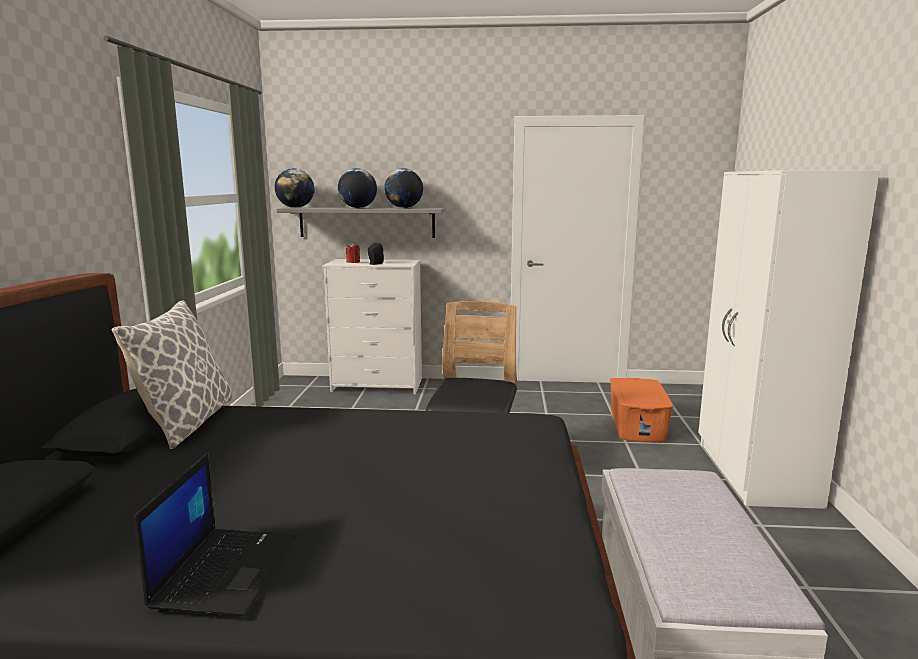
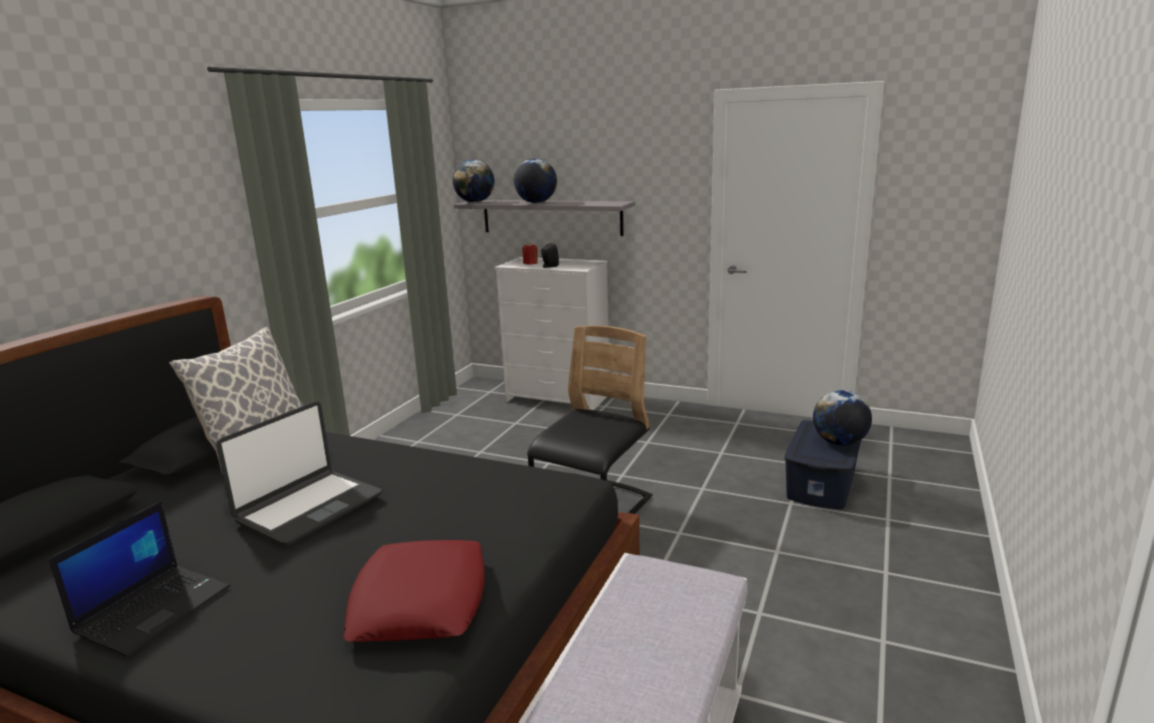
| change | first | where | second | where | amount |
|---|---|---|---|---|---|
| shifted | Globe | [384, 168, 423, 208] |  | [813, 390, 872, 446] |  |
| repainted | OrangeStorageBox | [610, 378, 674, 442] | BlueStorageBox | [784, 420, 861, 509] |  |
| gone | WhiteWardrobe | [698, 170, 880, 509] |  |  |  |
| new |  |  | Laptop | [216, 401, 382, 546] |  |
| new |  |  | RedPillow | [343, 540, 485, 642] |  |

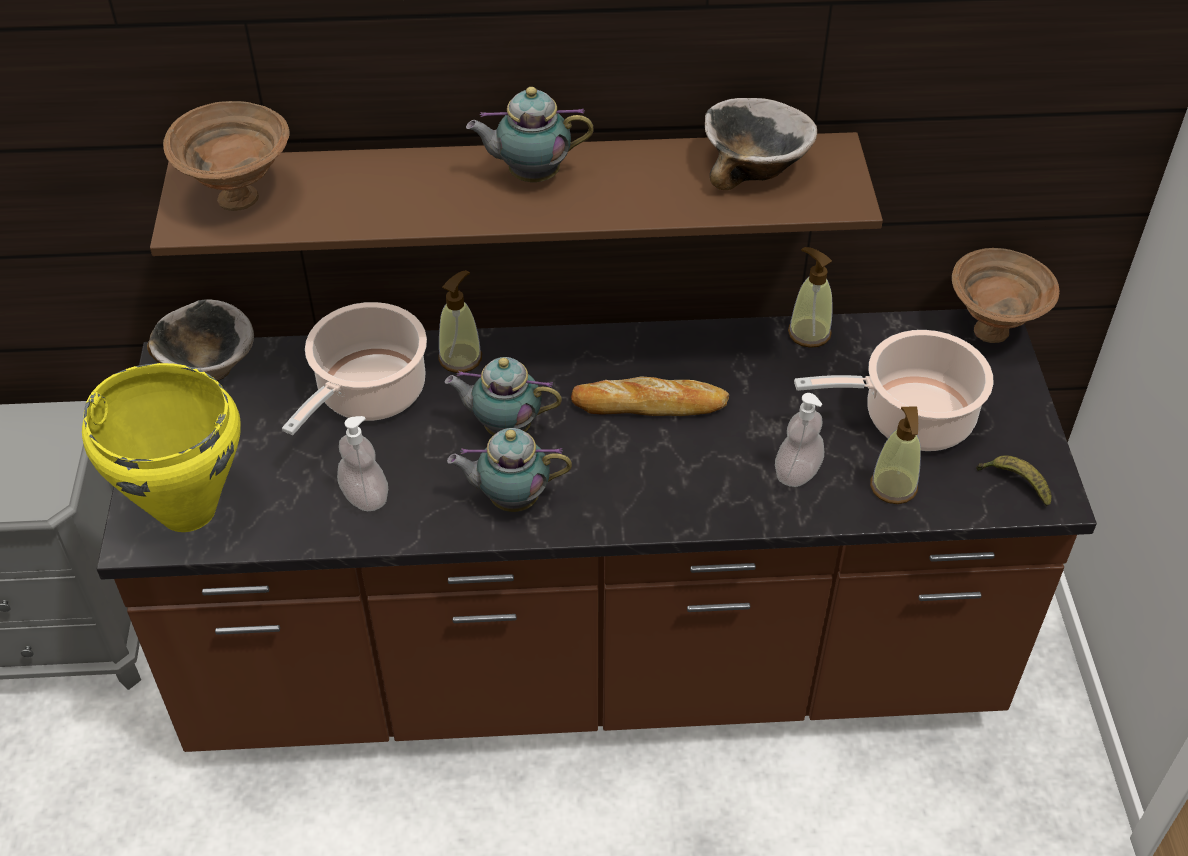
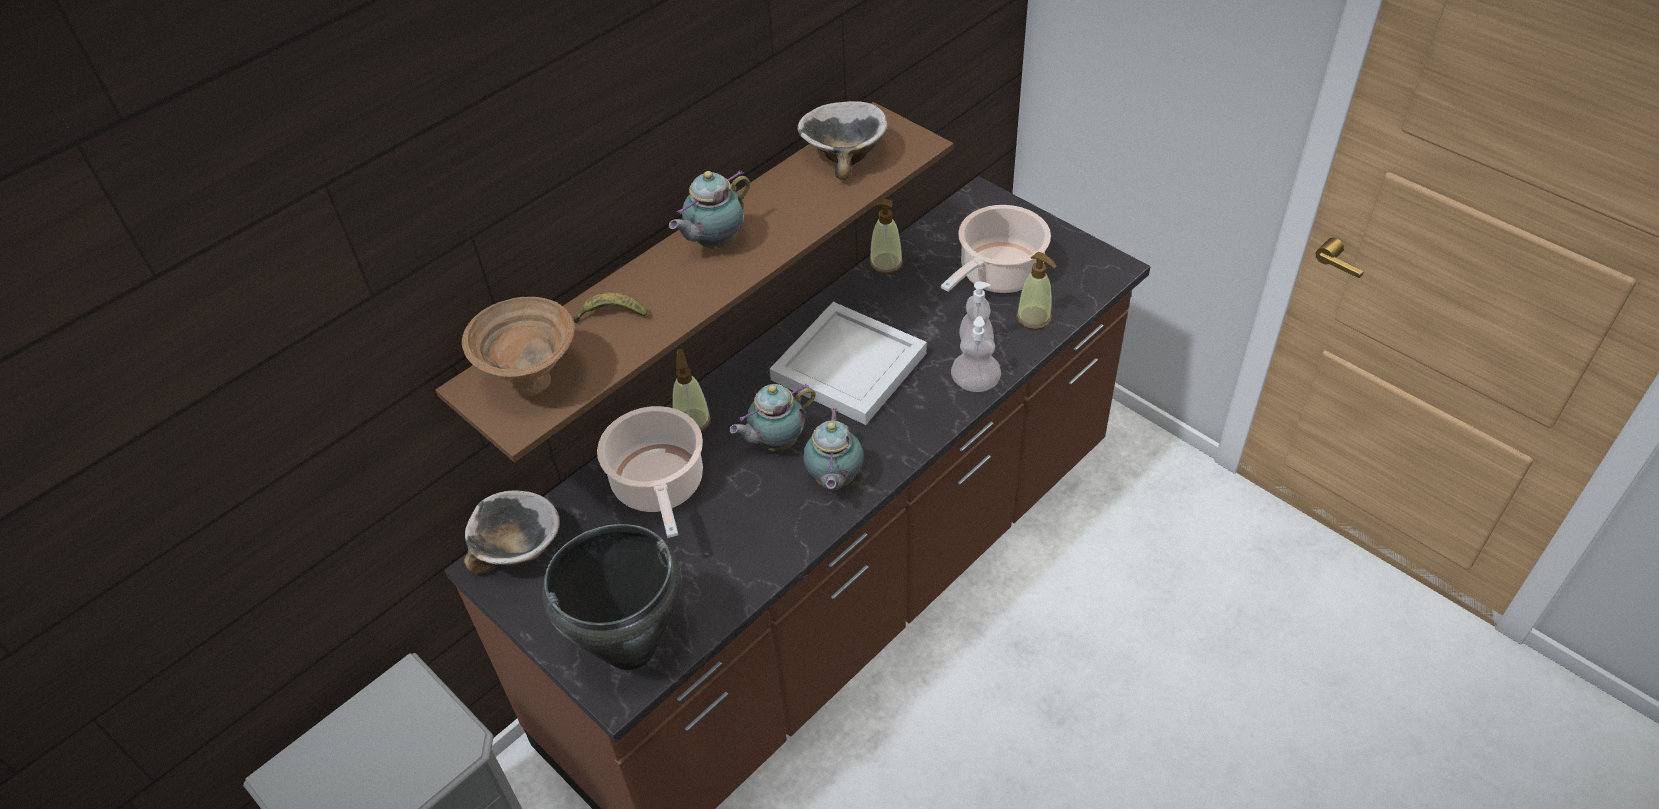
| change | first | where | second | where | amount |
|---|---|---|---|---|---|
| repainted | YellowCookingPot | [82, 363, 241, 532] | BlackCookingPot | [542, 524, 681, 670] |  |
| shifted | SoapDispenser | [337, 416, 388, 511] |  | [951, 316, 1001, 392] |  |
| rotated | Teapot | [447, 428, 572, 512] |  | [803, 408, 864, 491] | 45 degrees counterclockwise |
| swapped | Bread | [571, 376, 729, 416] | WhiteTray | [770, 302, 927, 425] |  |
| gone | BrownBowl | [952, 248, 1059, 343] |  |  |  |
| shifted | Banana | [976, 455, 1051, 507] |  | [573, 292, 647, 323] |  |

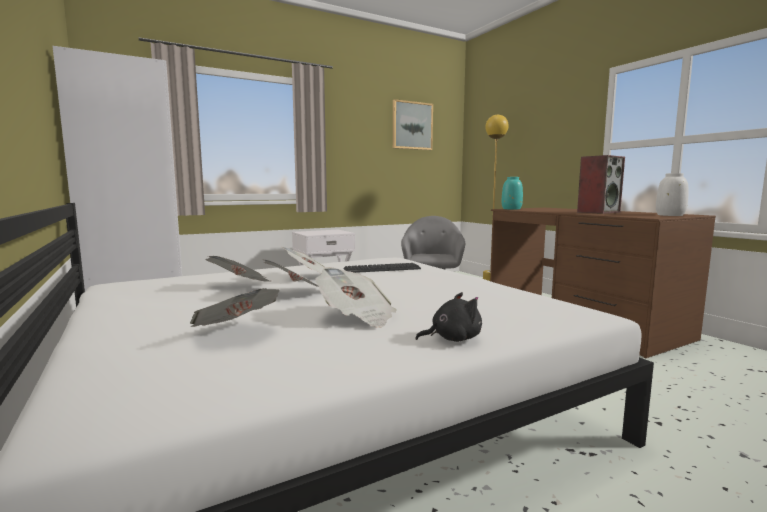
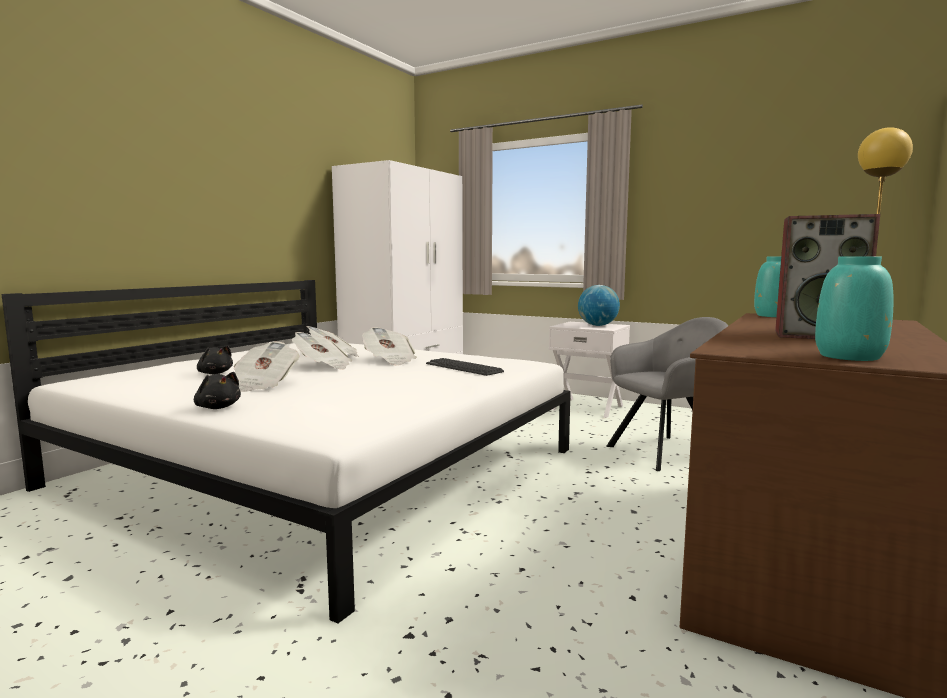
| change | first | where | second | where | amount |
|---|---|---|---|---|---|
| swapped | Newspaper | [190, 288, 280, 327] | BlackPlushToy | [197, 346, 233, 374] |  |
| gone | Picture | [393, 99, 433, 150] |  |  |  |
| repainted | WhiteVase | [656, 173, 689, 216] | TurquoiseVase | [815, 256, 894, 361] |  |
| new |  |  | Globe | [578, 285, 620, 326] |  |

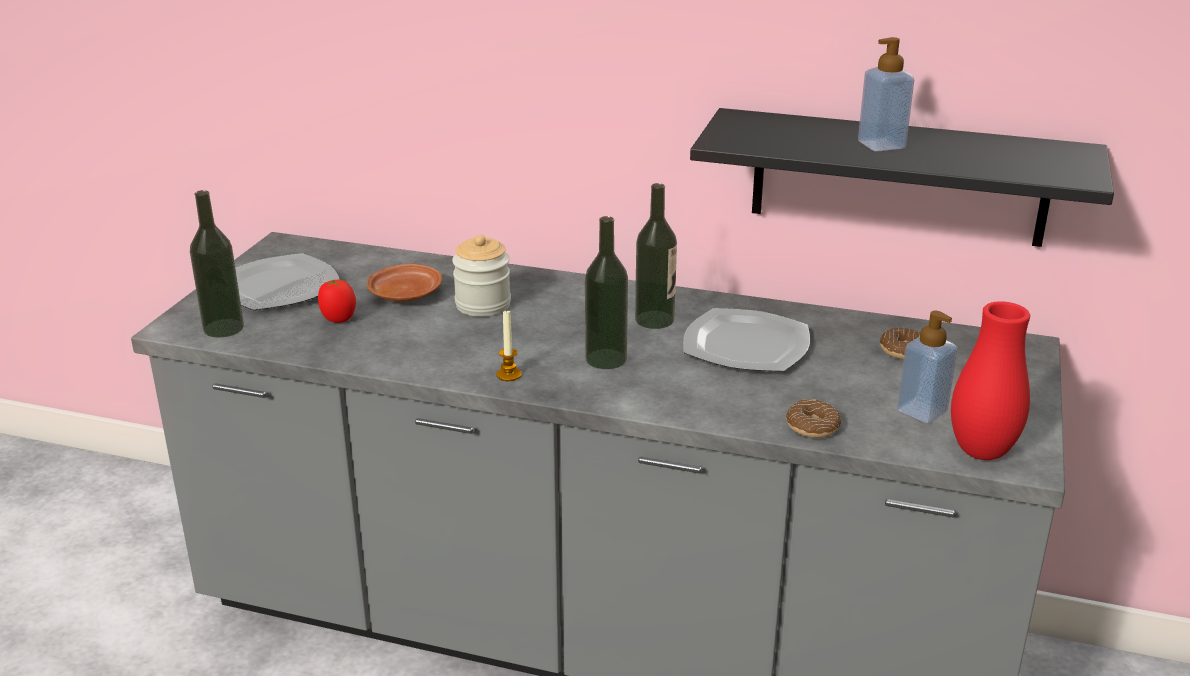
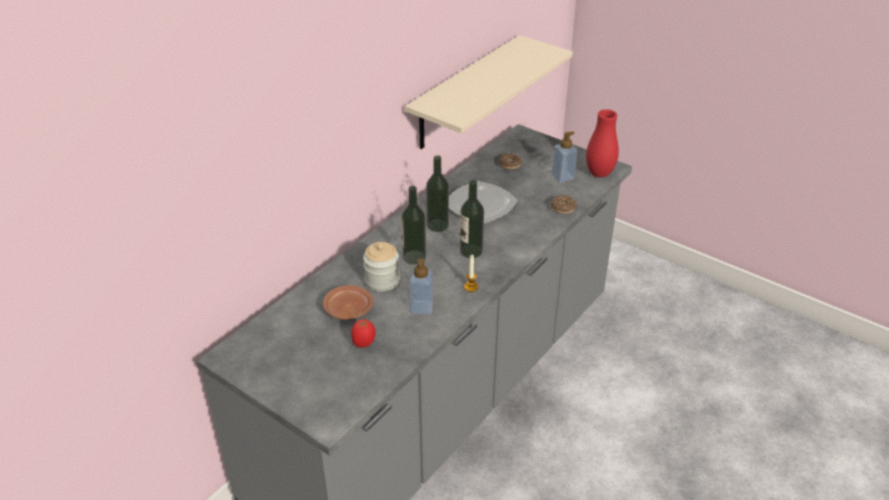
| change | first | where | second | where | amount |
|---|---|---|---|---|---|
| shifted | Bottle | [190, 190, 244, 338] |  | [401, 186, 426, 265] |  |
| gone | Plate | [235, 253, 340, 310] |  |  |  |
| repainted | BlackShelf | [690, 108, 1114, 247] | BeigeShelf | [405, 35, 573, 149] |  |
| shifted | SoapDispenser | [858, 37, 914, 152] |  | [409, 258, 433, 315] |  |

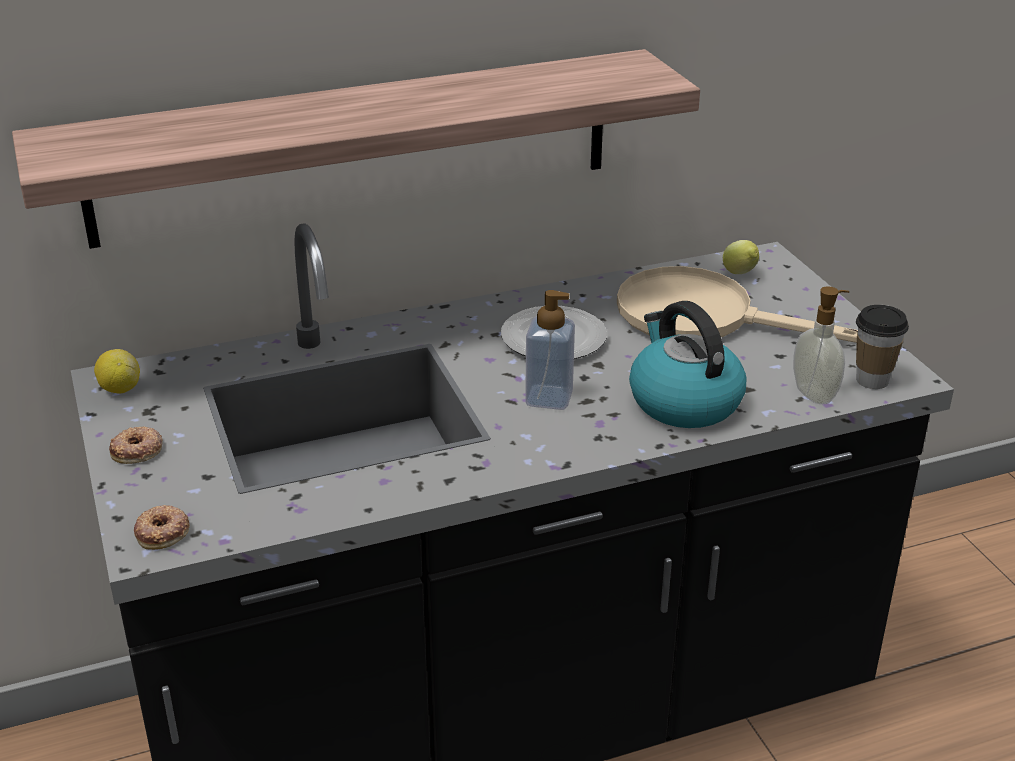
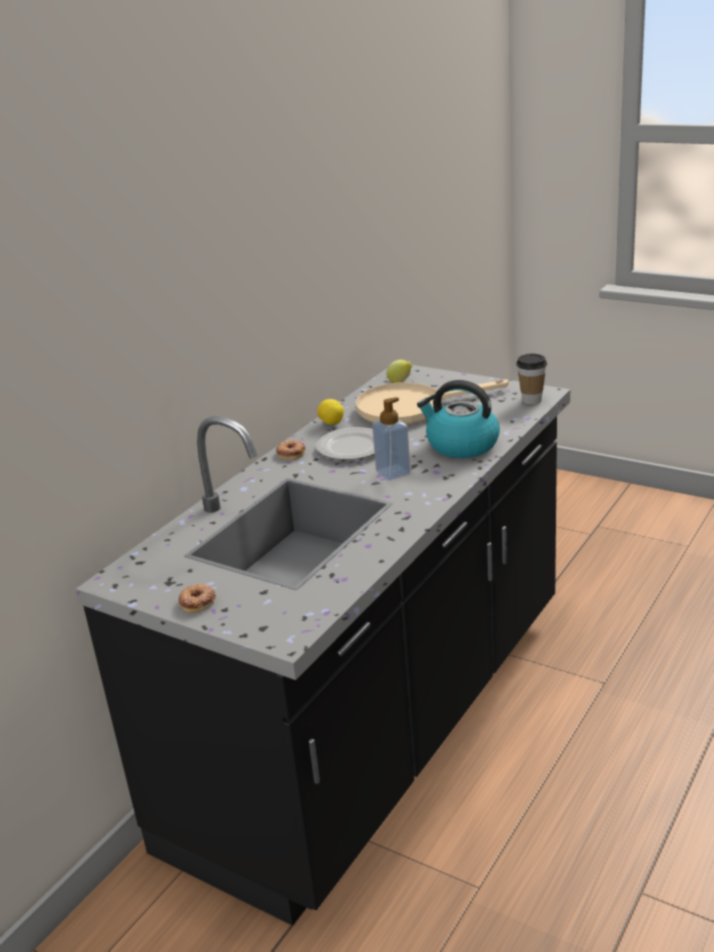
| change | first | where | second | where | amount |
|---|---|---|---|---|---|
| gone | Shelf | [12, 49, 700, 249] |  |  |  |
| shifted | Lemon | [94, 349, 140, 394] |  | [317, 399, 344, 425] |  |
| shifted | Donut | [134, 505, 190, 550] |  | [276, 440, 306, 460] |  |
| gone | SoapDispenser | [793, 286, 849, 404] |  |  |  |

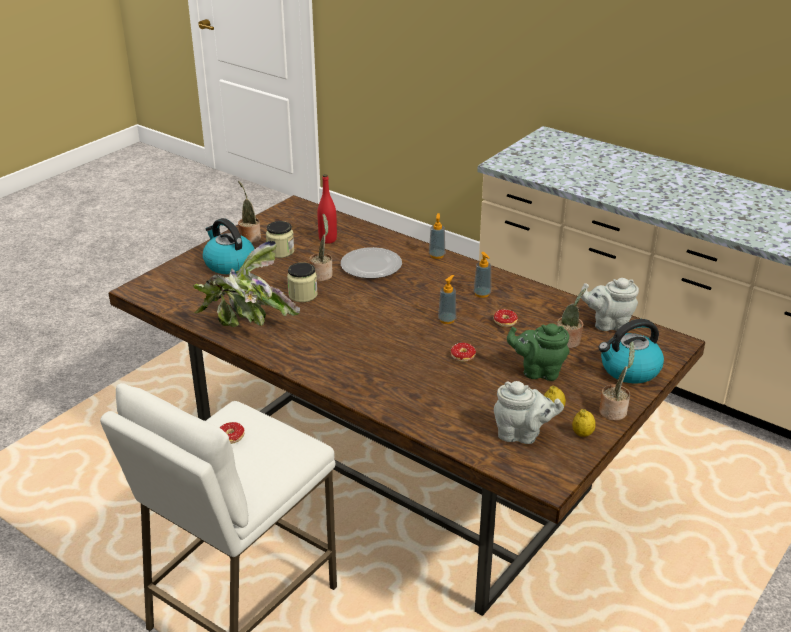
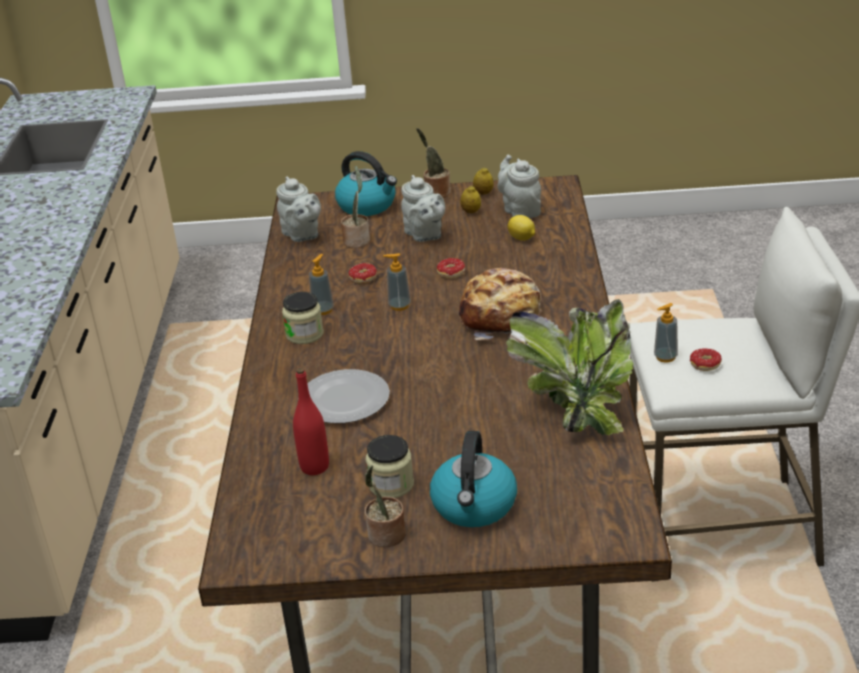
| change | first | where | second | where | amount |
|---|---|---|---|---|---|
| shifted | Jar | [287, 262, 318, 302] |  | [282, 292, 324, 344] |  |
| gone | PottedPlant | [309, 213, 333, 281] |  |  |  |
| shifted | SoapDispenser | [429, 213, 445, 259] |  | [654, 303, 678, 362] |  |
| repainted | GreenTeapot | [507, 323, 570, 381] | GreyTeapot | [401, 175, 445, 242] |  |
| new |  |  | Bread | [459, 268, 542, 340] |  |
| new |  |  | Lemon | [508, 215, 535, 240] |  |

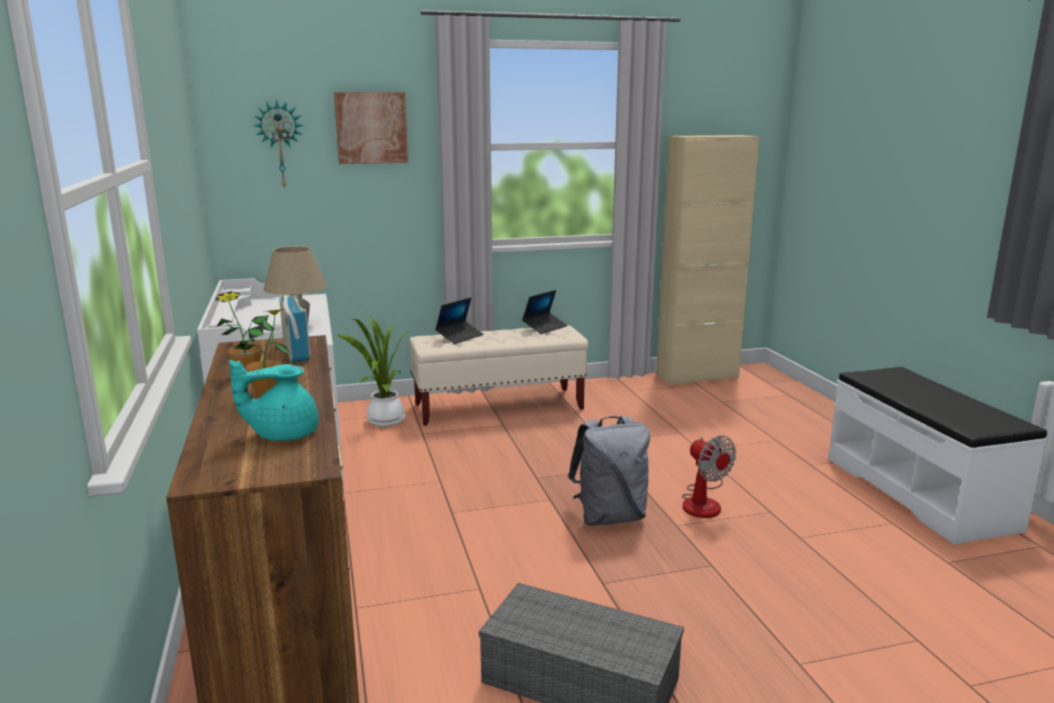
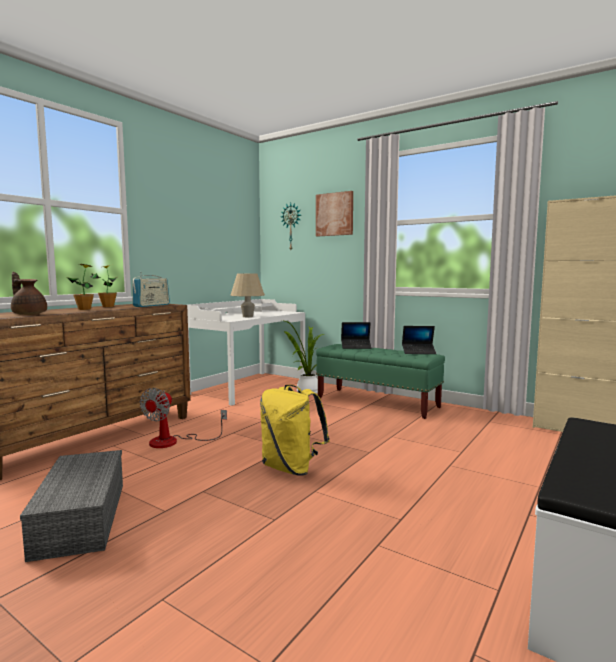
| change | first | where | second | where | amount |
|---|---|---|---|---|---|
| repainted | TurquoiseTeapot | [229, 360, 319, 441] | BrownTeapot | [11, 272, 47, 315] |  |
| repainted | BeigeBench | [409, 325, 588, 426] | GreenBench | [316, 344, 445, 419] |  |
| repainted | GreyBackpack | [568, 415, 650, 526] | YellowBackpack | [260, 385, 330, 476] |  |
| shifted | Fan | [682, 435, 736, 518] |  | [140, 388, 227, 448] |  |

